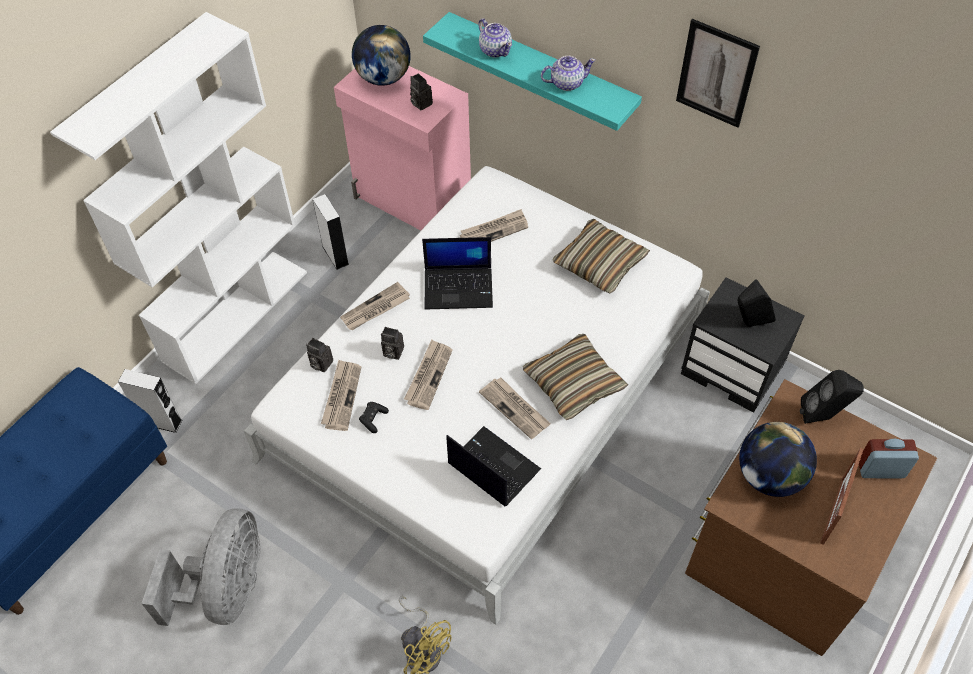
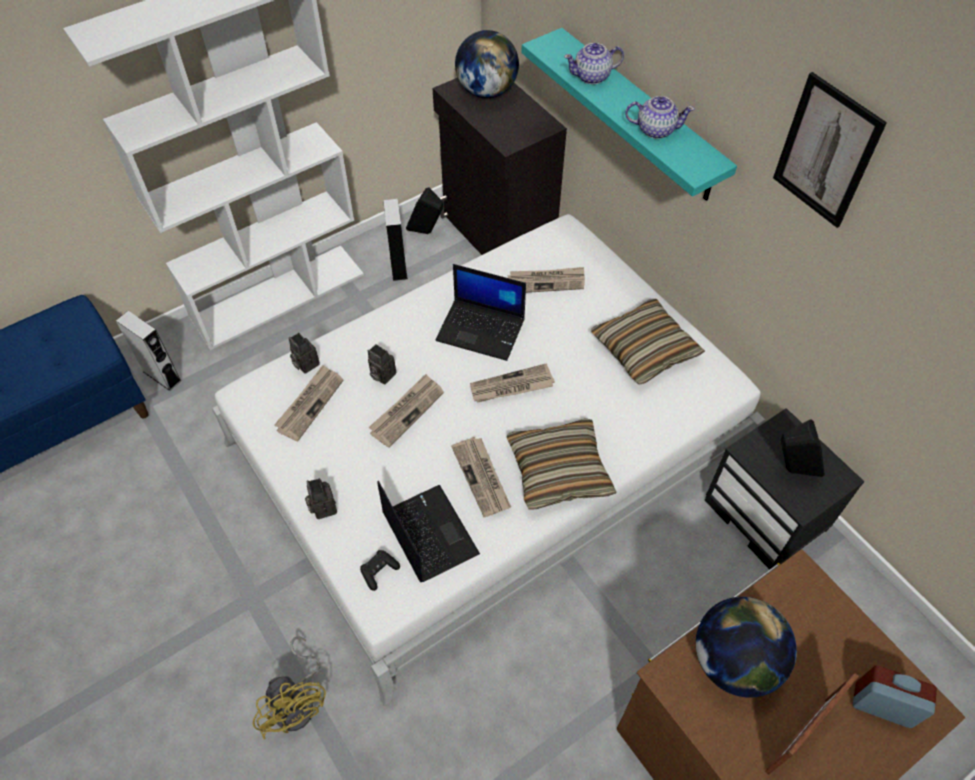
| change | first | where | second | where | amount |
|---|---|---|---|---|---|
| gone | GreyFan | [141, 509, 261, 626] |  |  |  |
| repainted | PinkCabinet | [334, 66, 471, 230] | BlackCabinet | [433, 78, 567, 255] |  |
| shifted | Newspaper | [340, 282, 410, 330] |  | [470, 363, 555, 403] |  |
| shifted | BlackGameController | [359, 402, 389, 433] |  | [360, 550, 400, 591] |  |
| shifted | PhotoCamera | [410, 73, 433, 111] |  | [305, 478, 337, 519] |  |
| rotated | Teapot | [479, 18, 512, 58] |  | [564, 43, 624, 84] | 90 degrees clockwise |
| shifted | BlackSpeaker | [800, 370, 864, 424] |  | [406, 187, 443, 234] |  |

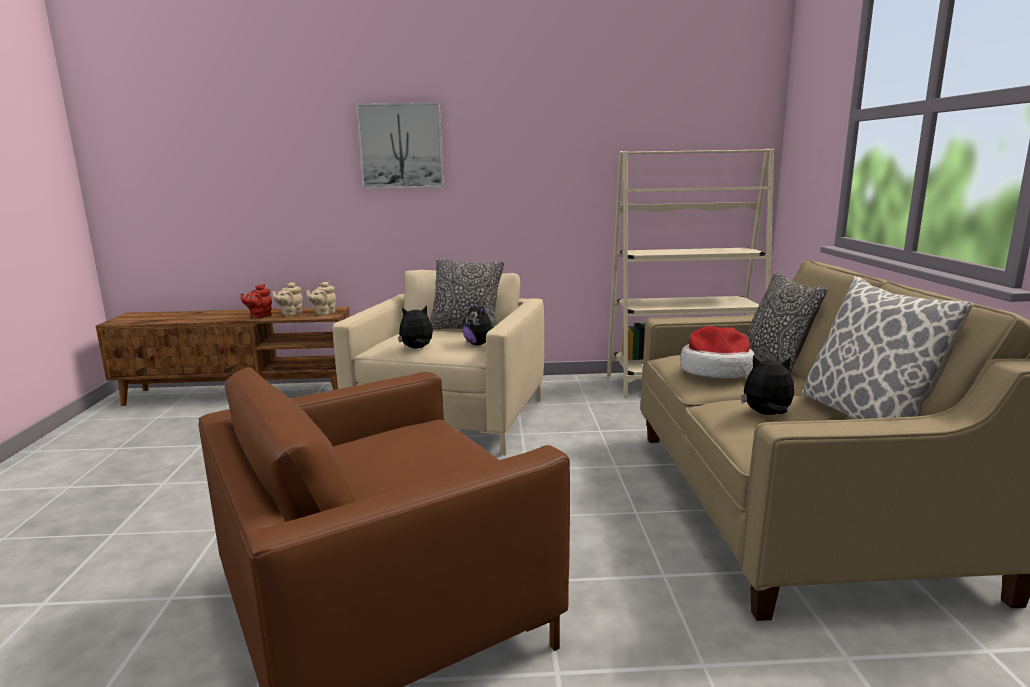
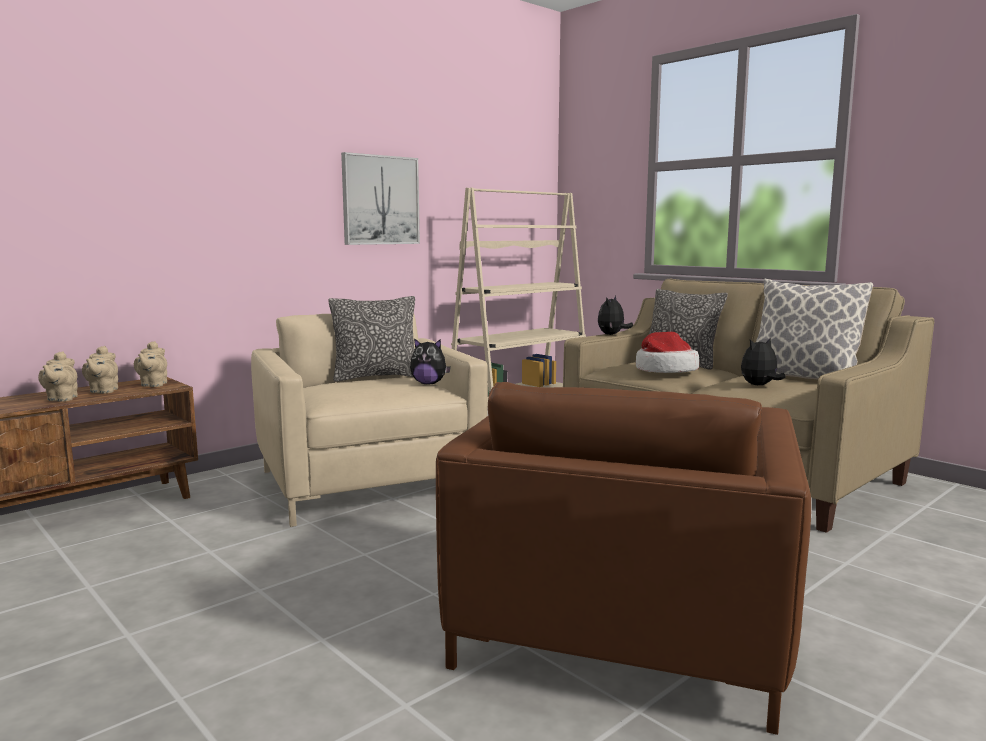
| change | first | where | second | where | amount |
|---|---|---|---|---|---|
| repainted | RedTeapot | [241, 284, 272, 319] | BeigeTeapot | [38, 351, 78, 402] |  |
| shifted | Picture | [356, 102, 444, 189] |  | [341, 152, 420, 245] |  |
| shifted | PlushToy | [398, 306, 433, 348] |  | [598, 296, 633, 335] |  |

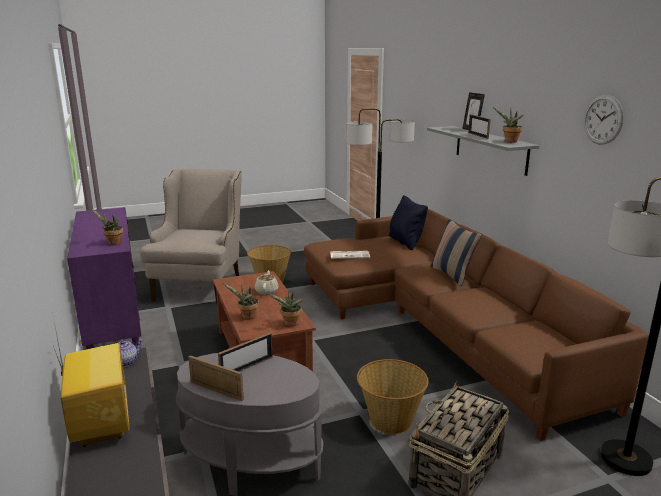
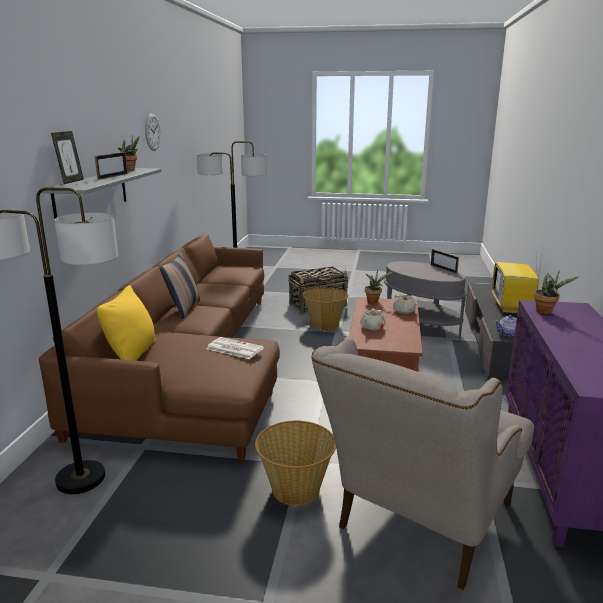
| change | first | where | second | where | amount |
|---|---|---|---|---|---|
| gone | PictureFrame | [218, 333, 273, 372] |  |  |  |
| swapped | PottedPlant | [223, 283, 259, 320] | BeigeTeapot | [393, 294, 417, 314] |  |
| repainted | BlackPillow | [389, 195, 428, 250] | YellowPillow | [97, 285, 156, 361] |  |

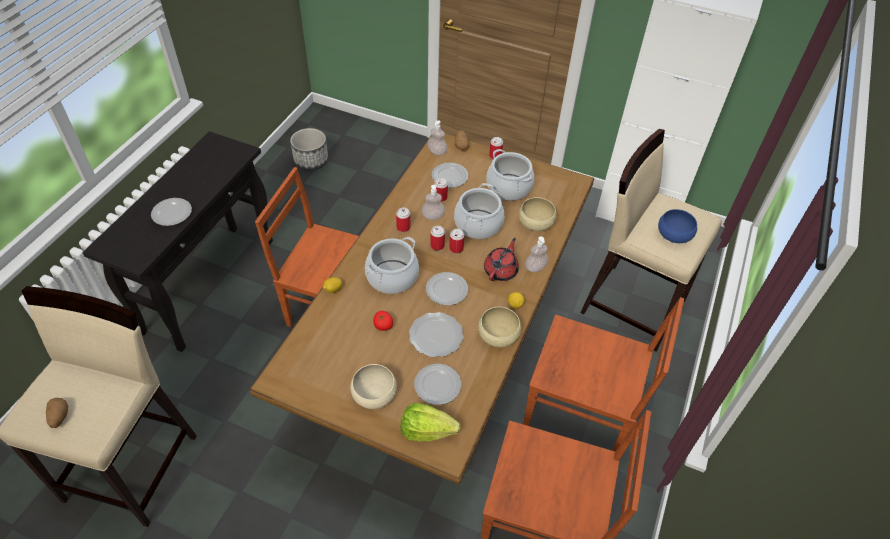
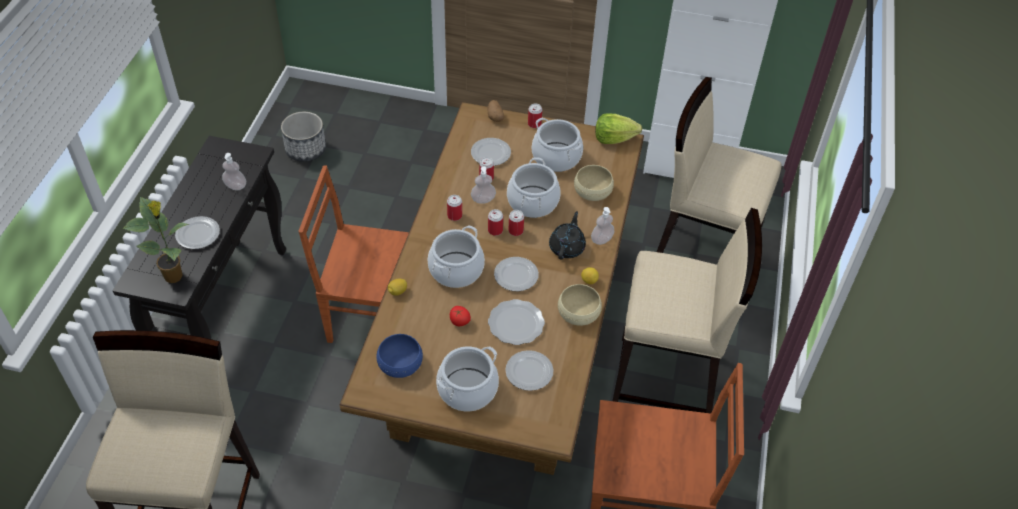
| change | first | where | second | where | amount |
|---|---|---|---|---|---|
| gone | Potato | [46, 398, 68, 428] |  |  |  |
| swapped | BeigeBowl | [350, 364, 397, 409] | CookingPot | [436, 346, 499, 411] |  |
| shifted | Lettuce | [400, 403, 461, 442] |  | [595, 113, 642, 144] |  |
| shifted | SoapDispenser | [427, 120, 448, 155] |  | [222, 153, 246, 190] |  |
| repainted | RedTeapot | [484, 238, 519, 281] | BlackTeapot | [549, 211, 586, 260] |  |
| swapped | BrownChair | [523, 297, 684, 452] | BeigeStool | [612, 208, 762, 413] |  |
| shifted | BlueBowl | [658, 209, 697, 243] |  | [376, 334, 423, 378] |  |
| new |  |  | PottedPlant | [122, 197, 189, 283] |  |

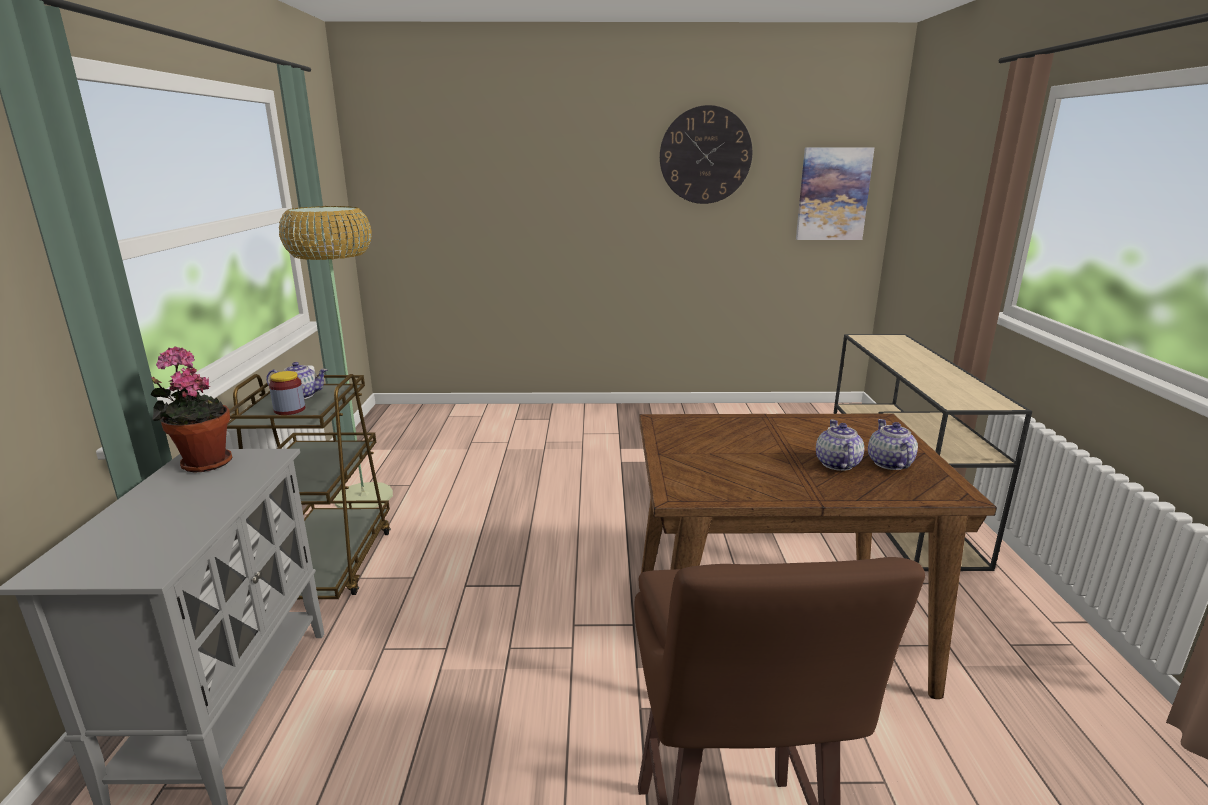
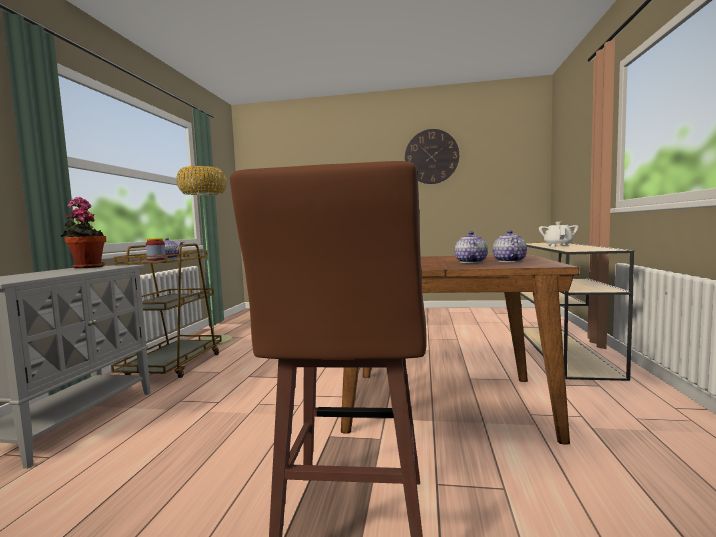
| change | first | where | second | where | amount |
|---|---|---|---|---|---|
| gone | Picture | [796, 147, 874, 240] |  |  |  |
| new |  |  | WhiteTeapot | [539, 222, 579, 247] |  |

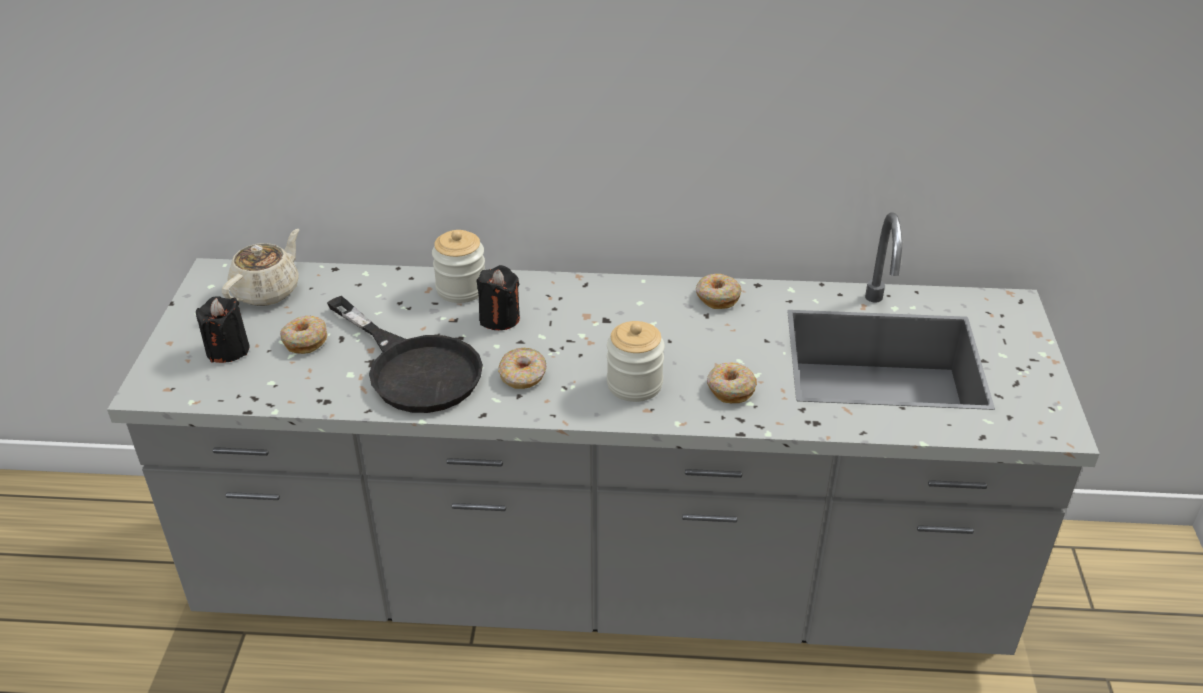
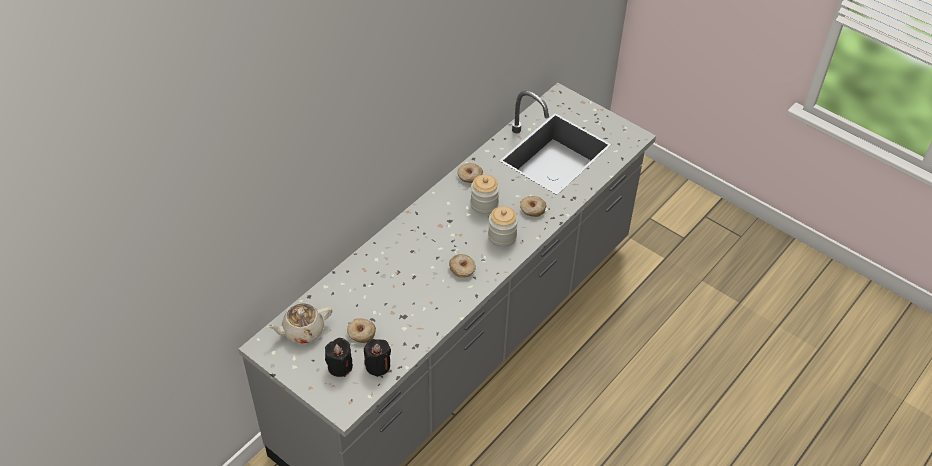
| change | first | where | second | where | amount |
|---|---|---|---|---|---|
| rotated | BeigeTeapot | [222, 229, 299, 306] |  | [266, 303, 332, 344] | 90 degrees counterclockwise |
| gone | BlackFryingPan | [327, 296, 483, 413] |  |  |  |
| shifted | Jar | [432, 230, 485, 303] |  | [470, 174, 500, 214] |  |
| shifted | BlackCandle | [477, 265, 520, 330] |  | [364, 339, 391, 377] |  |

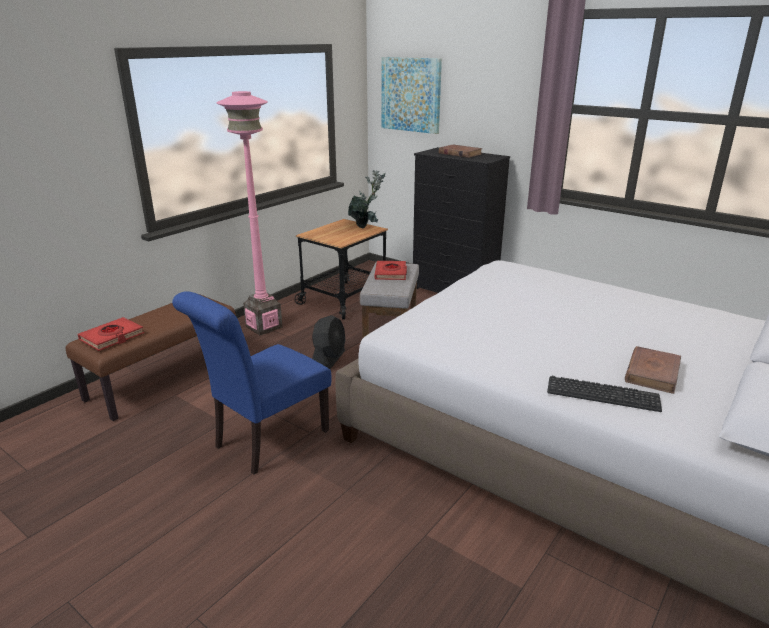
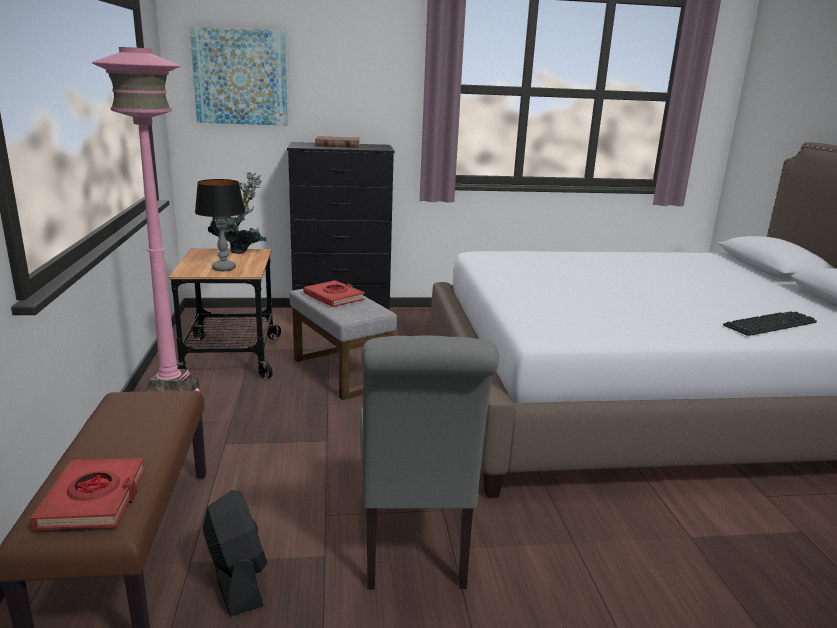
| change | first | where | second | where | amount |
|---|---|---|---|---|---|
| repainted | BlueChair | [172, 291, 332, 474] | GreyChair | [360, 336, 499, 590] |  |
| shifted | BlackFan | [312, 315, 345, 369] |  | [202, 490, 267, 616] |  |
| gone | BrownBook | [625, 346, 681, 394] |  |  |  |
| new |  |  | TableLamp | [195, 179, 246, 271] |  |

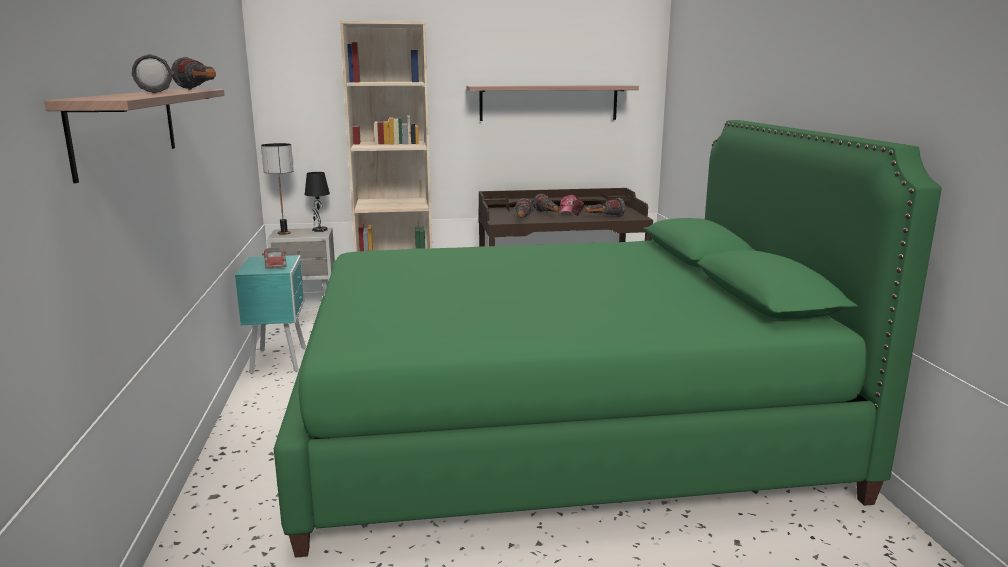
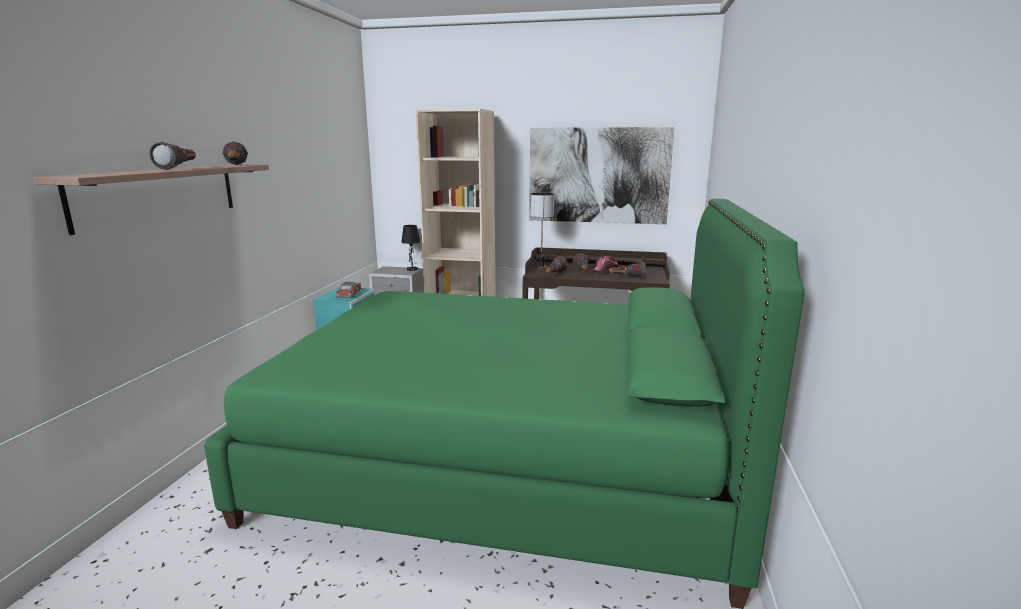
| change | first | where | second | where | amount |
|---|---|---|---|---|---|
| shifted | TableLamp | [261, 143, 293, 235] |  | [530, 193, 555, 269] |  |
| swapped | Shelf | [466, 85, 639, 121] | Picture | [529, 127, 674, 224] |  |

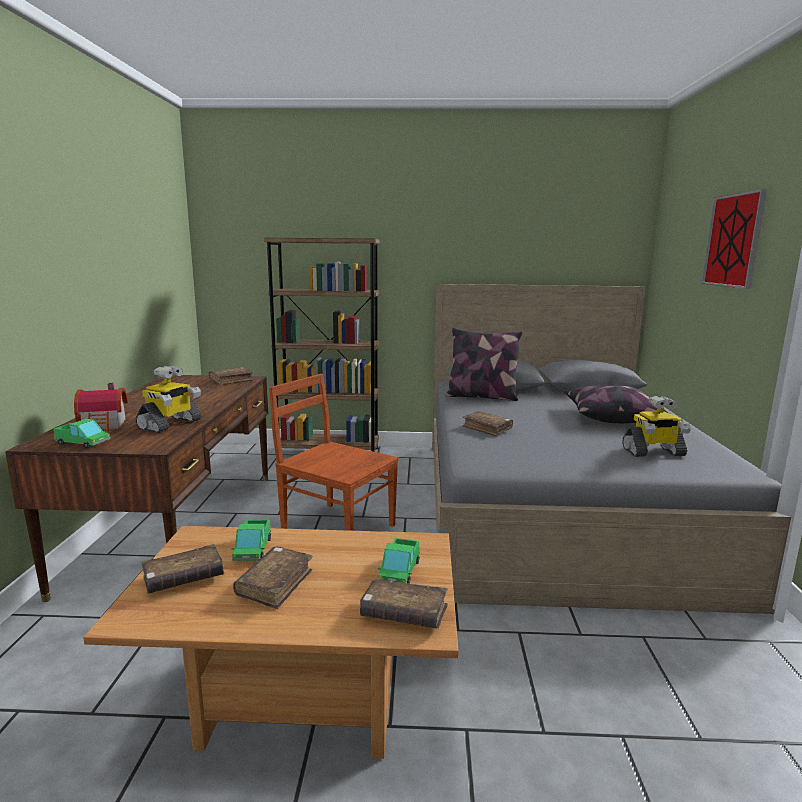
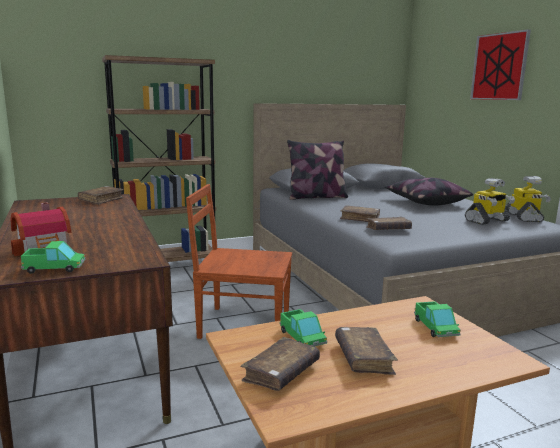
| change | first | where | second | where | amount |
|---|---|---|---|---|---|
| shifted | ToyRobot | [135, 366, 201, 433] |  | [505, 176, 551, 222] |  |
| shifted | BrownBook | [360, 577, 448, 629] |  | [366, 217, 412, 230] |  |

